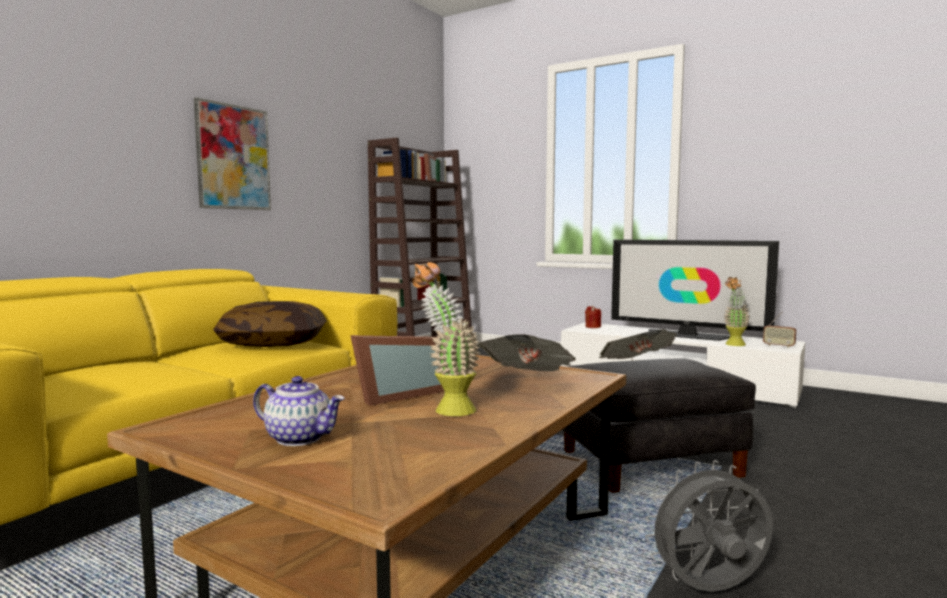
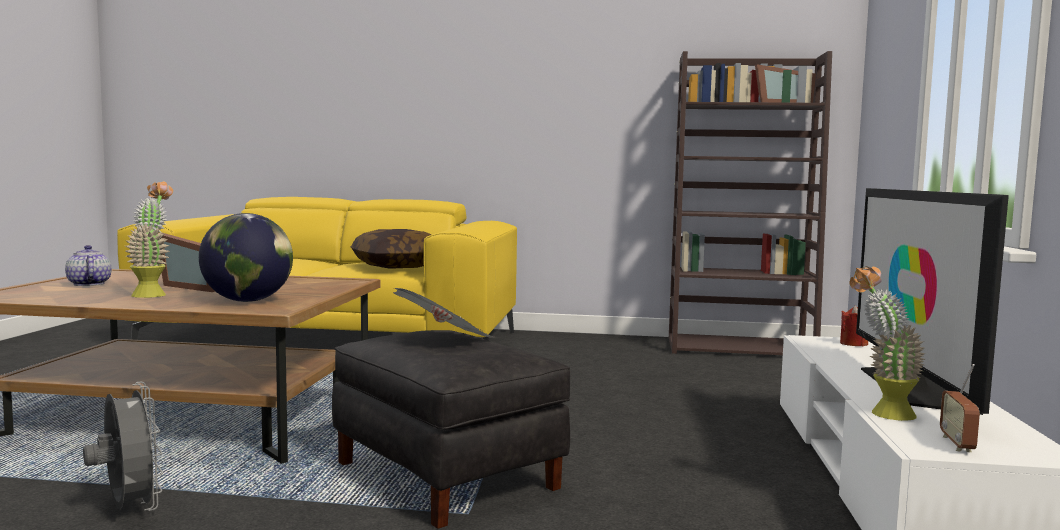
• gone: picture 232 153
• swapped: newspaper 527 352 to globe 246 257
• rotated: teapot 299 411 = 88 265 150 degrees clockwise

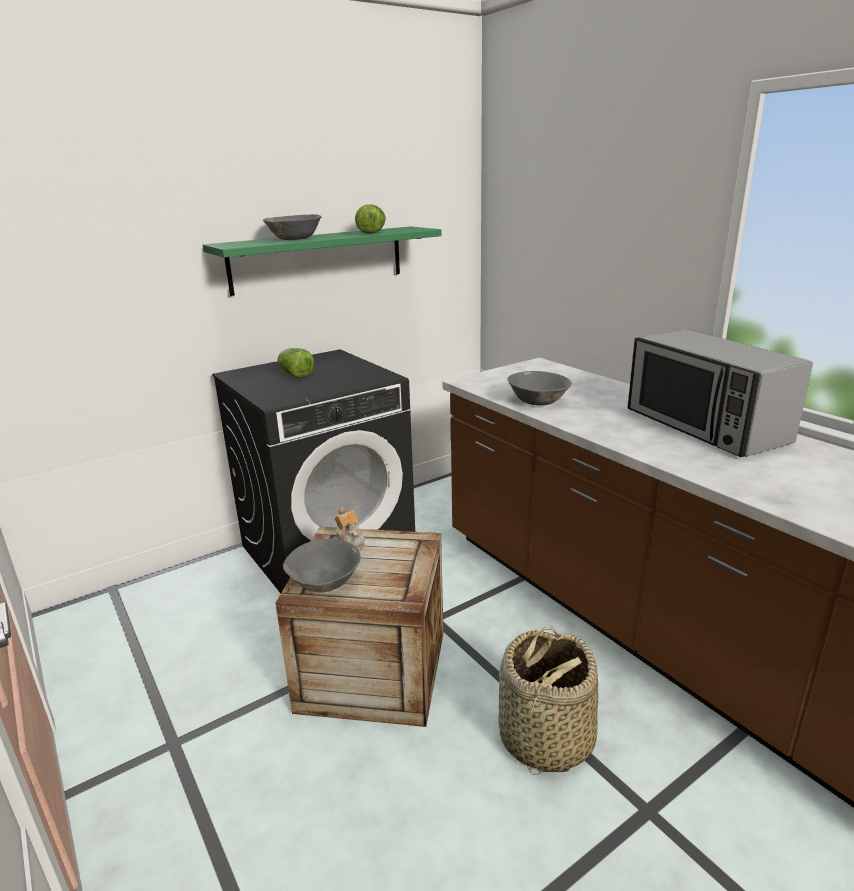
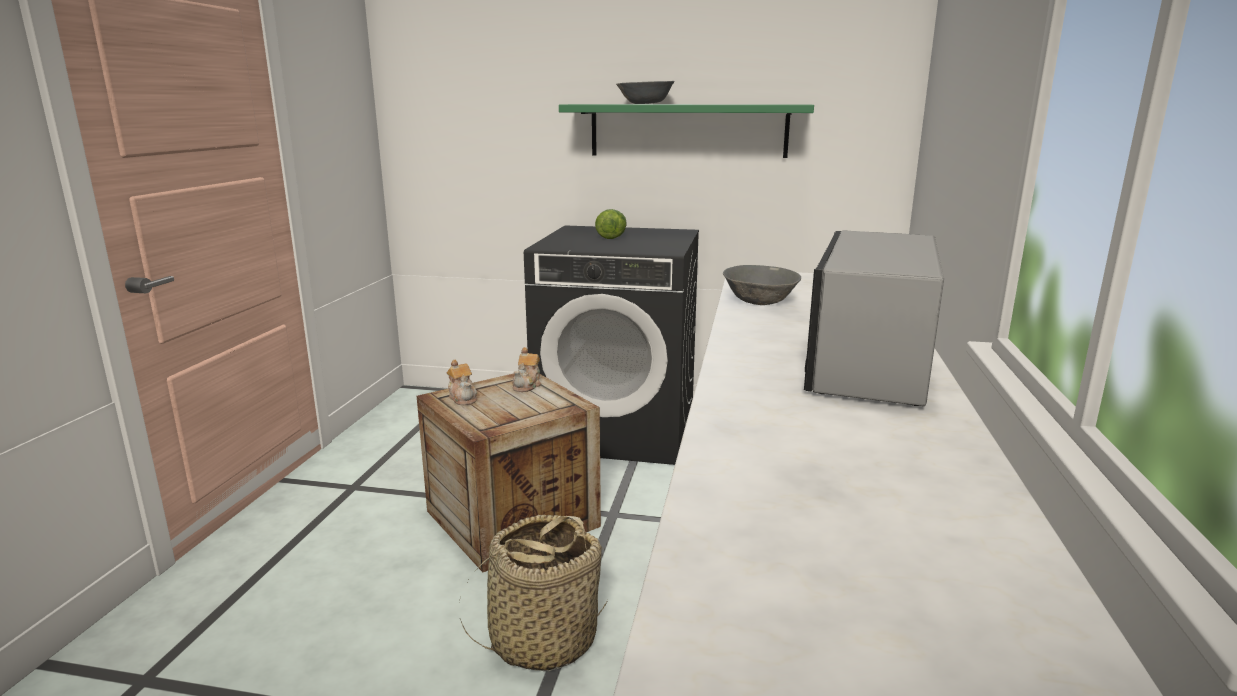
• gone: lettuce 370 219
• swapped: grey bowl 322 565 to teapot 462 382

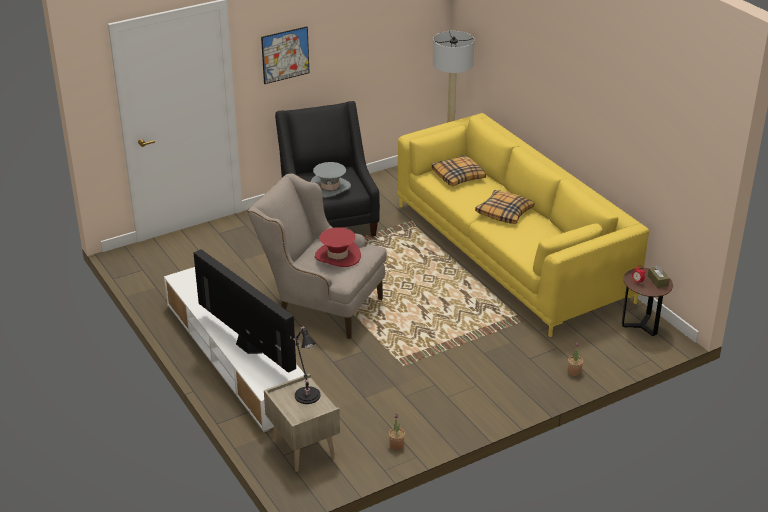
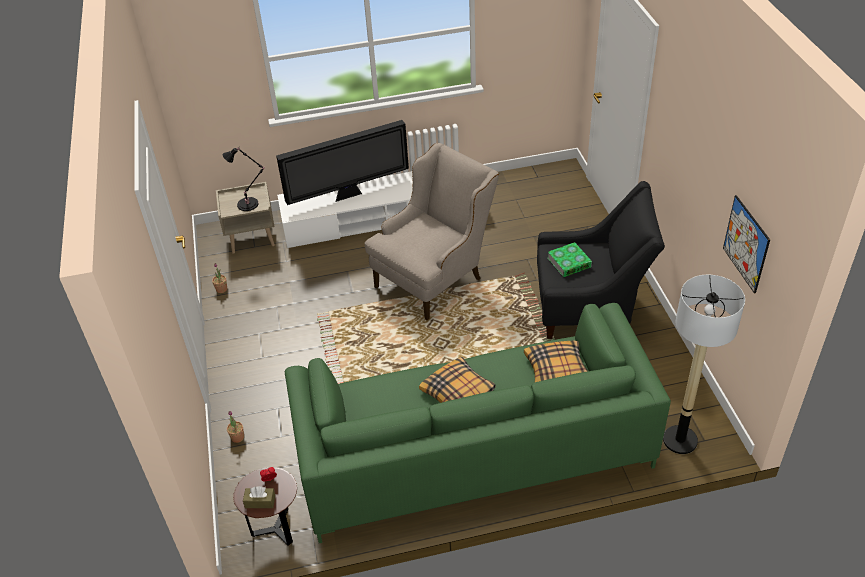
• gone: red hat 338 247
• shifted: picture 285 55 to 746 244
• swapped: grey hat 330 180 to book 570 259
• repainted: yellow sofa 523 225 to green sofa 478 423

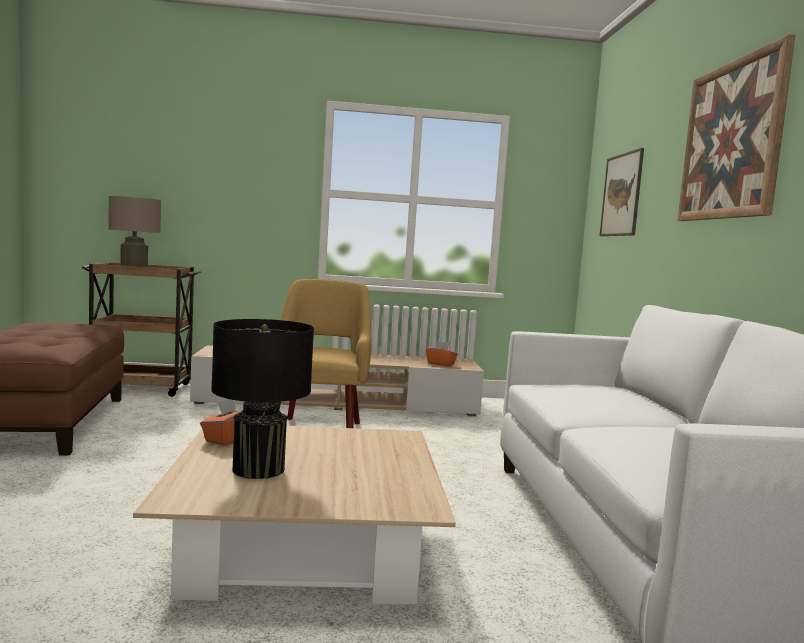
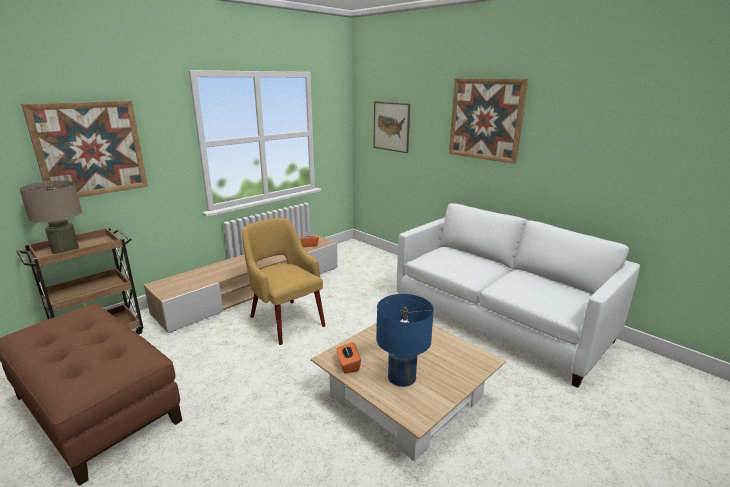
• new: picture 84 149
• repainted: black table lamp 262 399 to blue table lamp 405 340

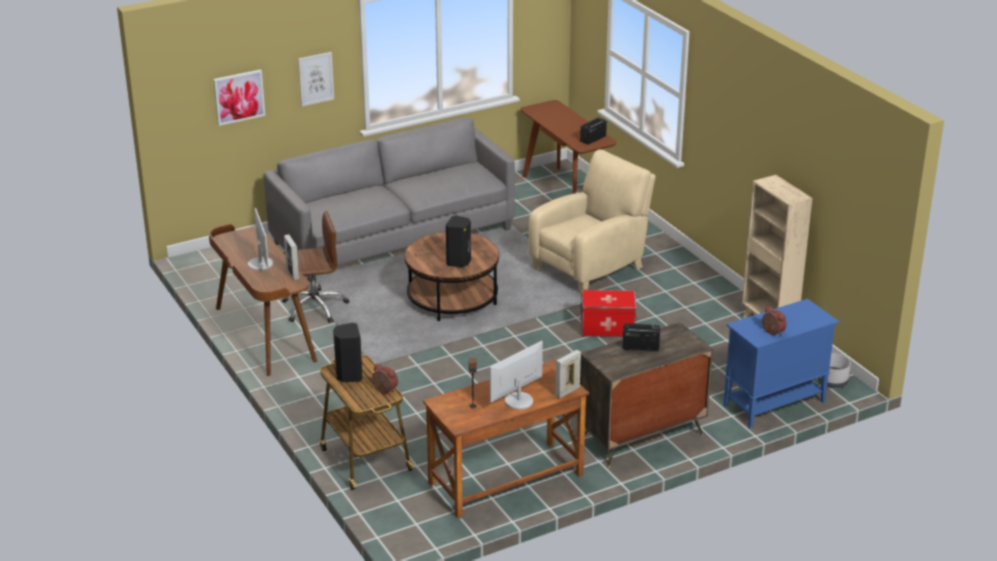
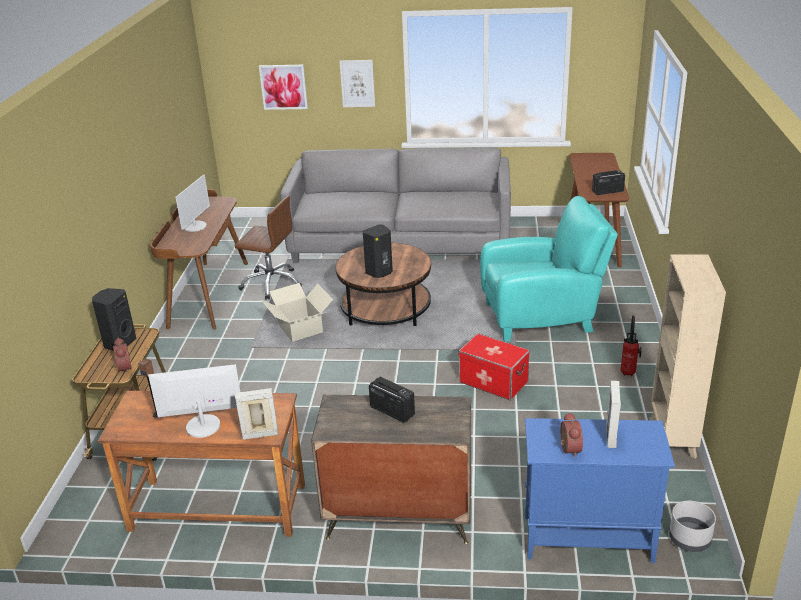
• new: cardboard box 297 312
• new: fire extinguisher 630 345
• shifted: picture frame 291 257 to 613 414
• repainted: beige armchair 592 221 to turquoise armchair 549 269

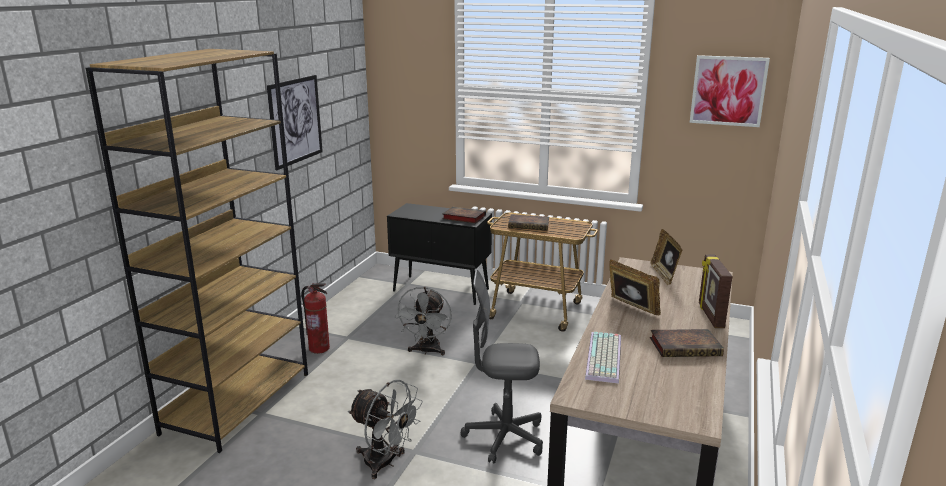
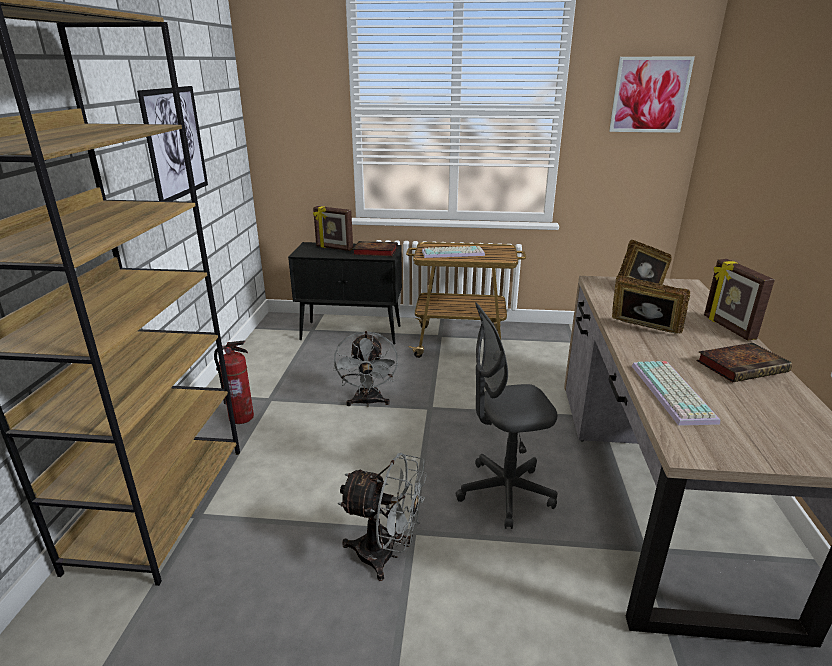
• new: picture frame 333 228
• swapped: book 528 222 to keyboard 453 252

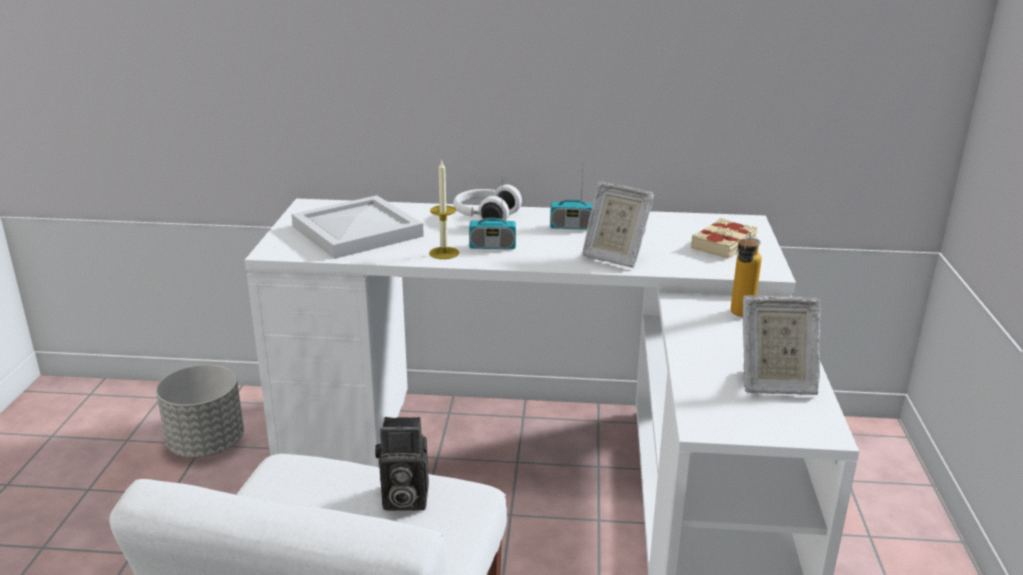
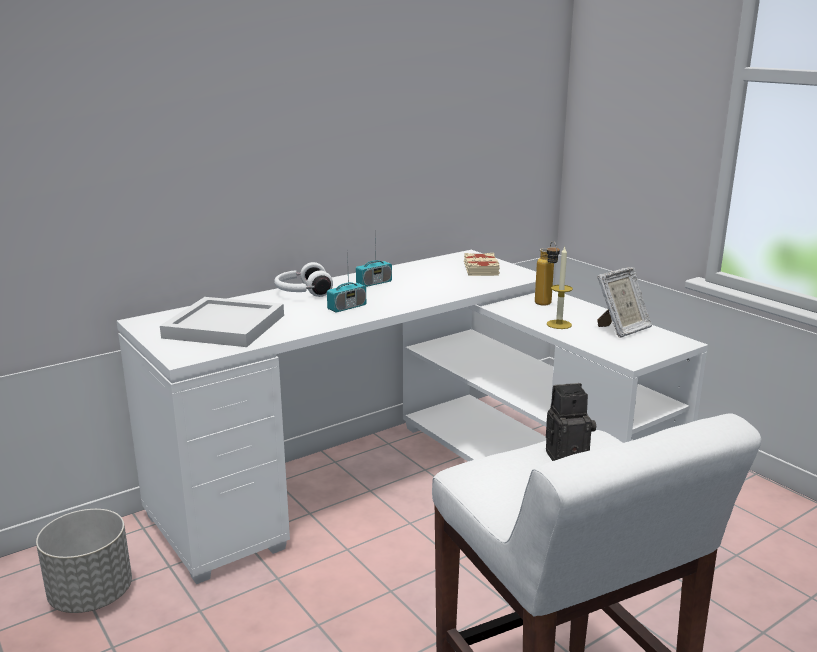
• gone: picture frame 618 224
• shifted: candle 444 210 to 560 288
• rotated: photo camera 402 464 = 571 422 150 degrees counterclockwise

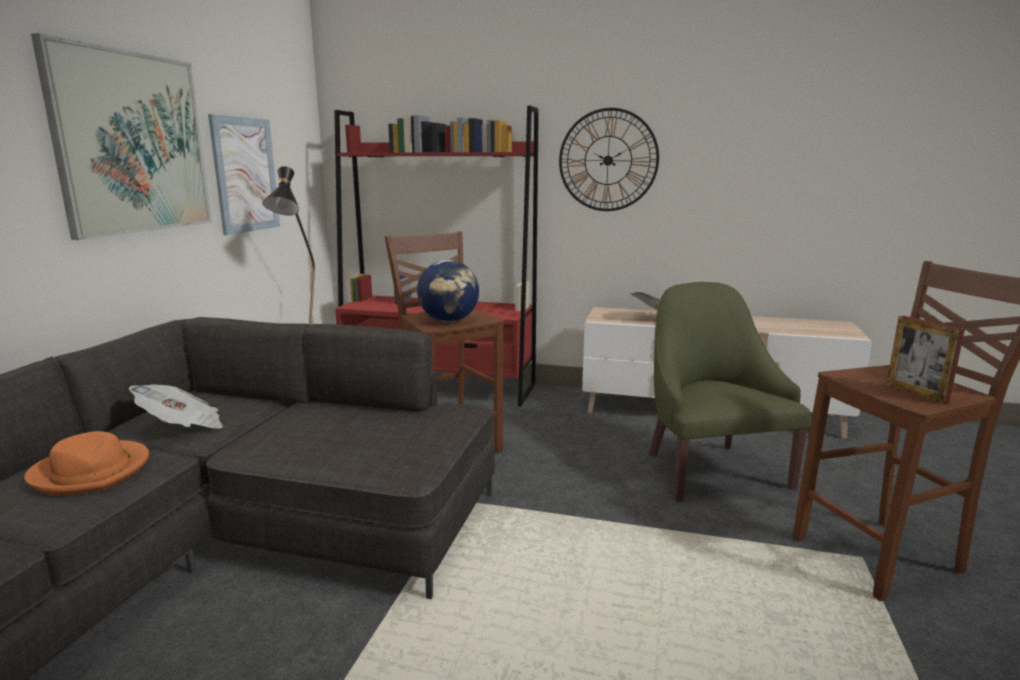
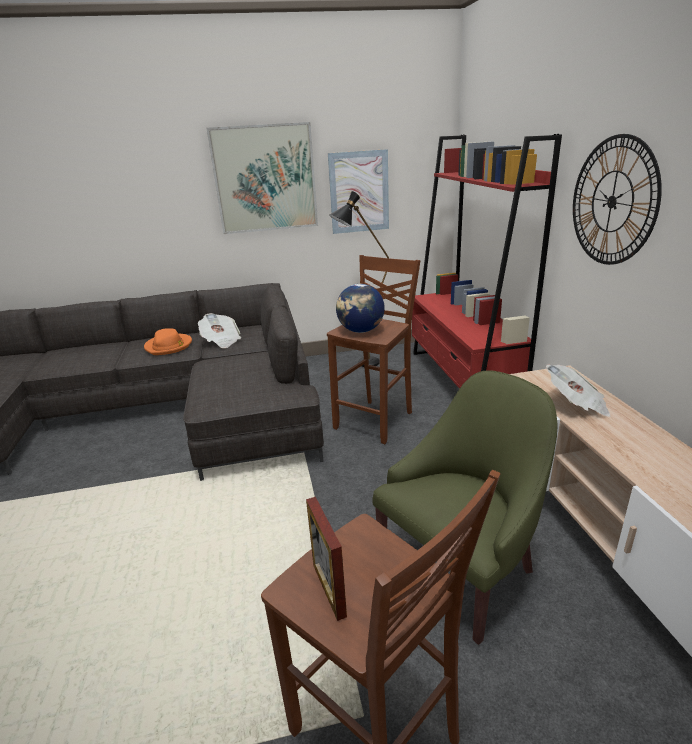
• rotated: picture frame 925 360 = 326 559 60 degrees counterclockwise

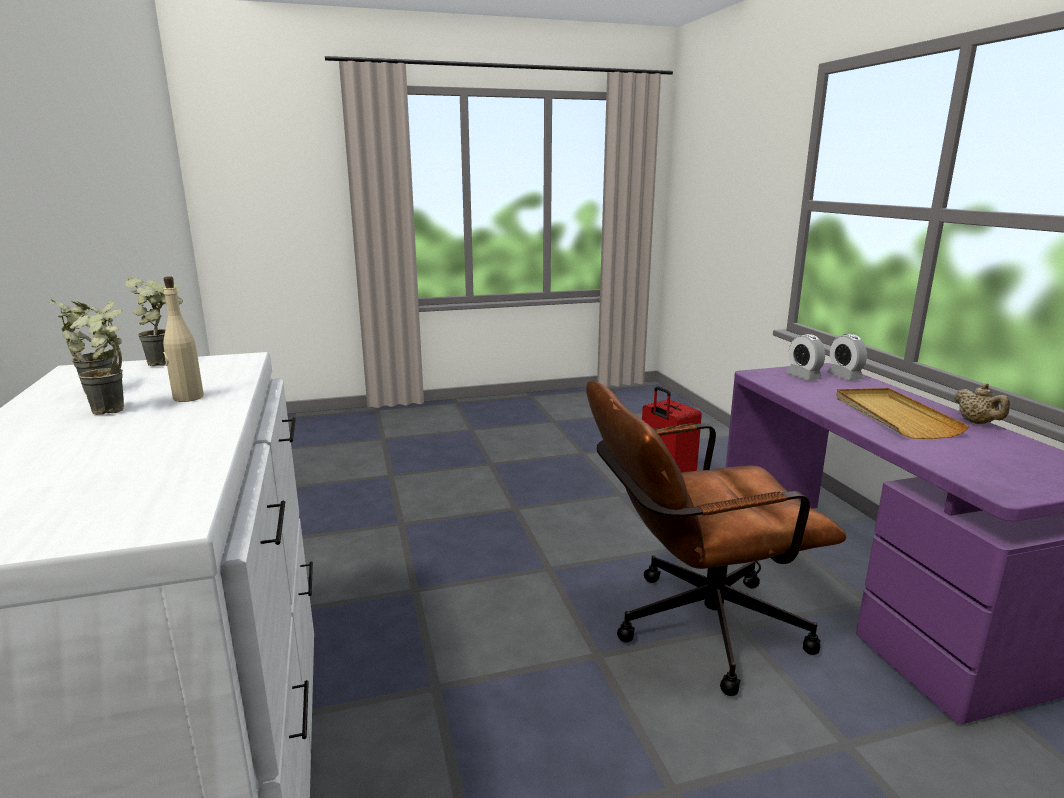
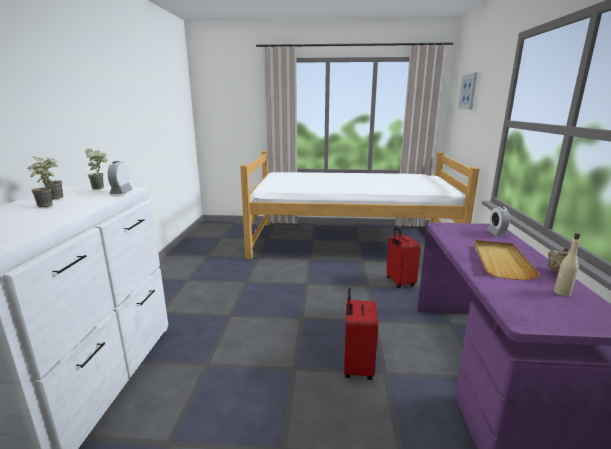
• new: bed 360 205
• new: picture 467 91
• shifted: beige bottle 183 339 to 567 264
• shifted: alarm clock 805 357 to 120 177
• swapped: brown office chair 716 538 to red suitcase 361 334

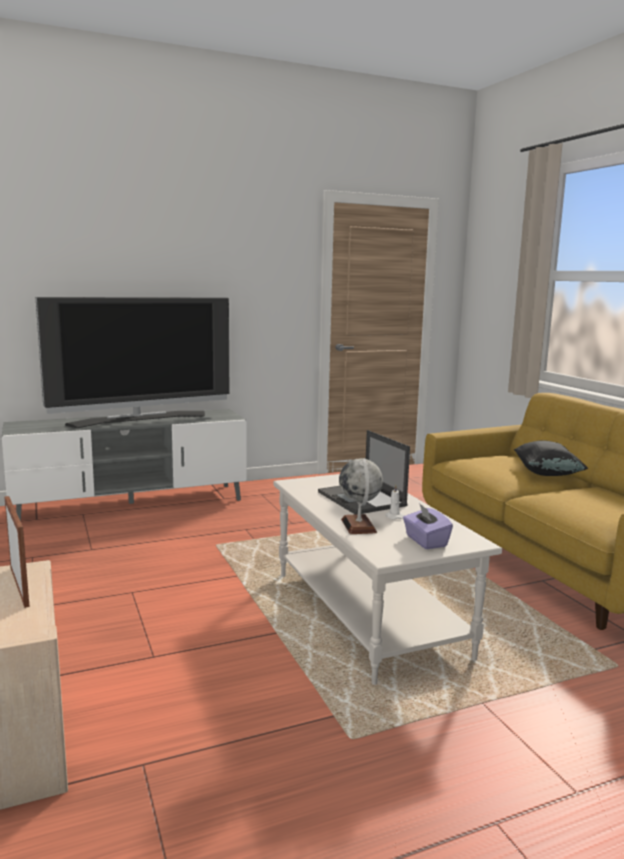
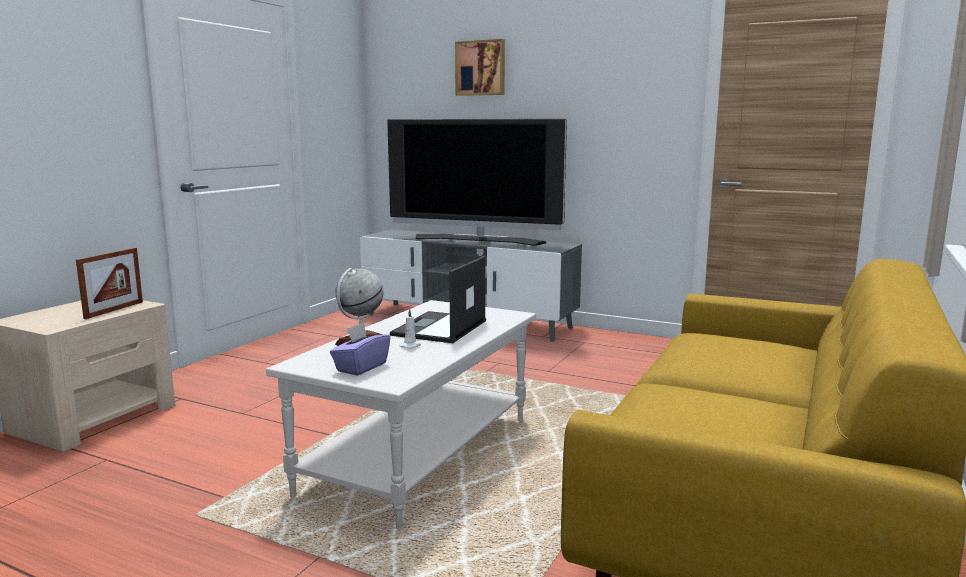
• gone: black pillow 551 458
• new: picture 480 67

